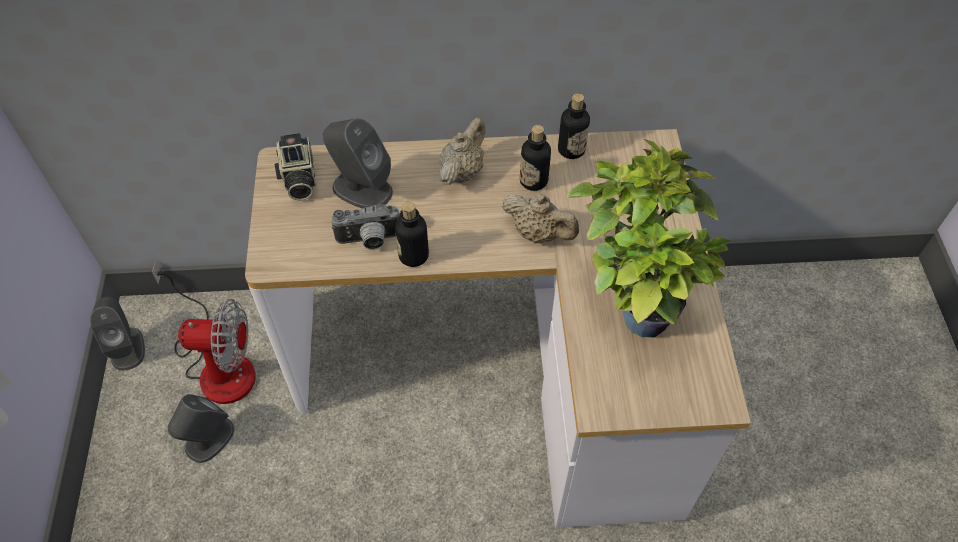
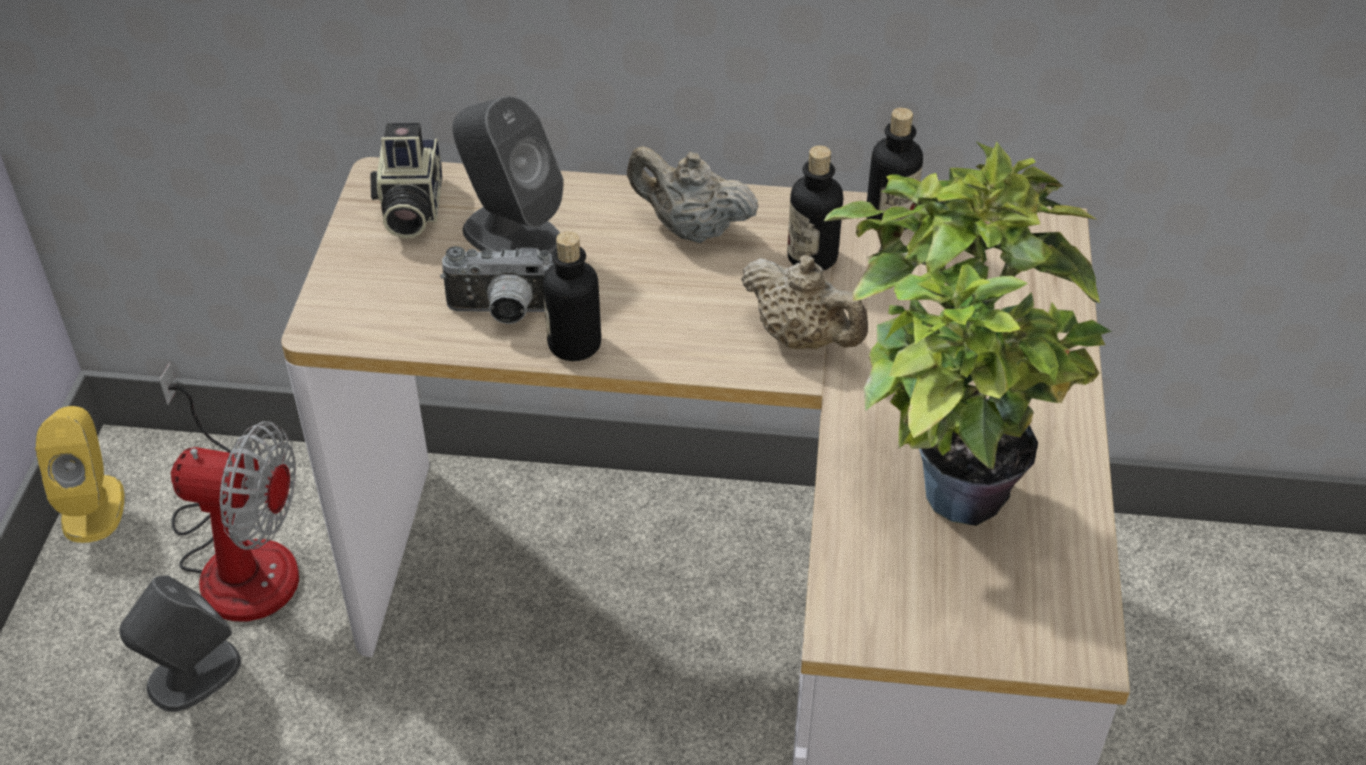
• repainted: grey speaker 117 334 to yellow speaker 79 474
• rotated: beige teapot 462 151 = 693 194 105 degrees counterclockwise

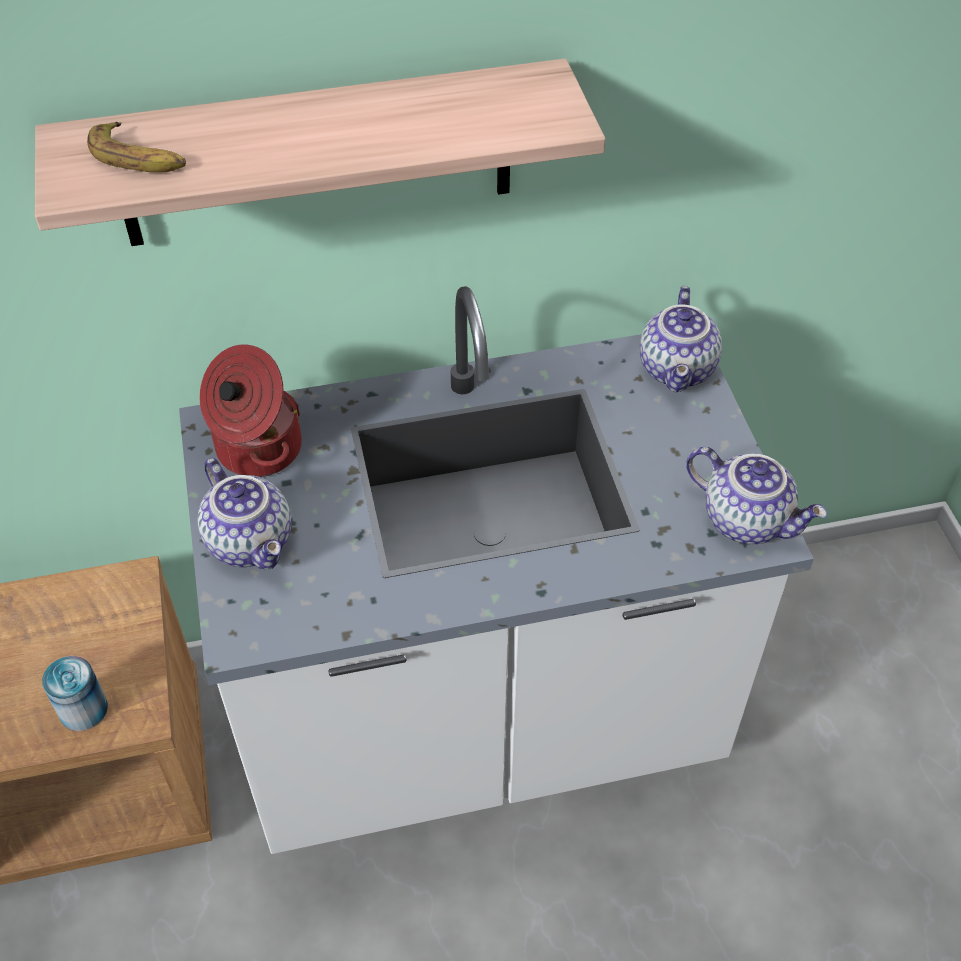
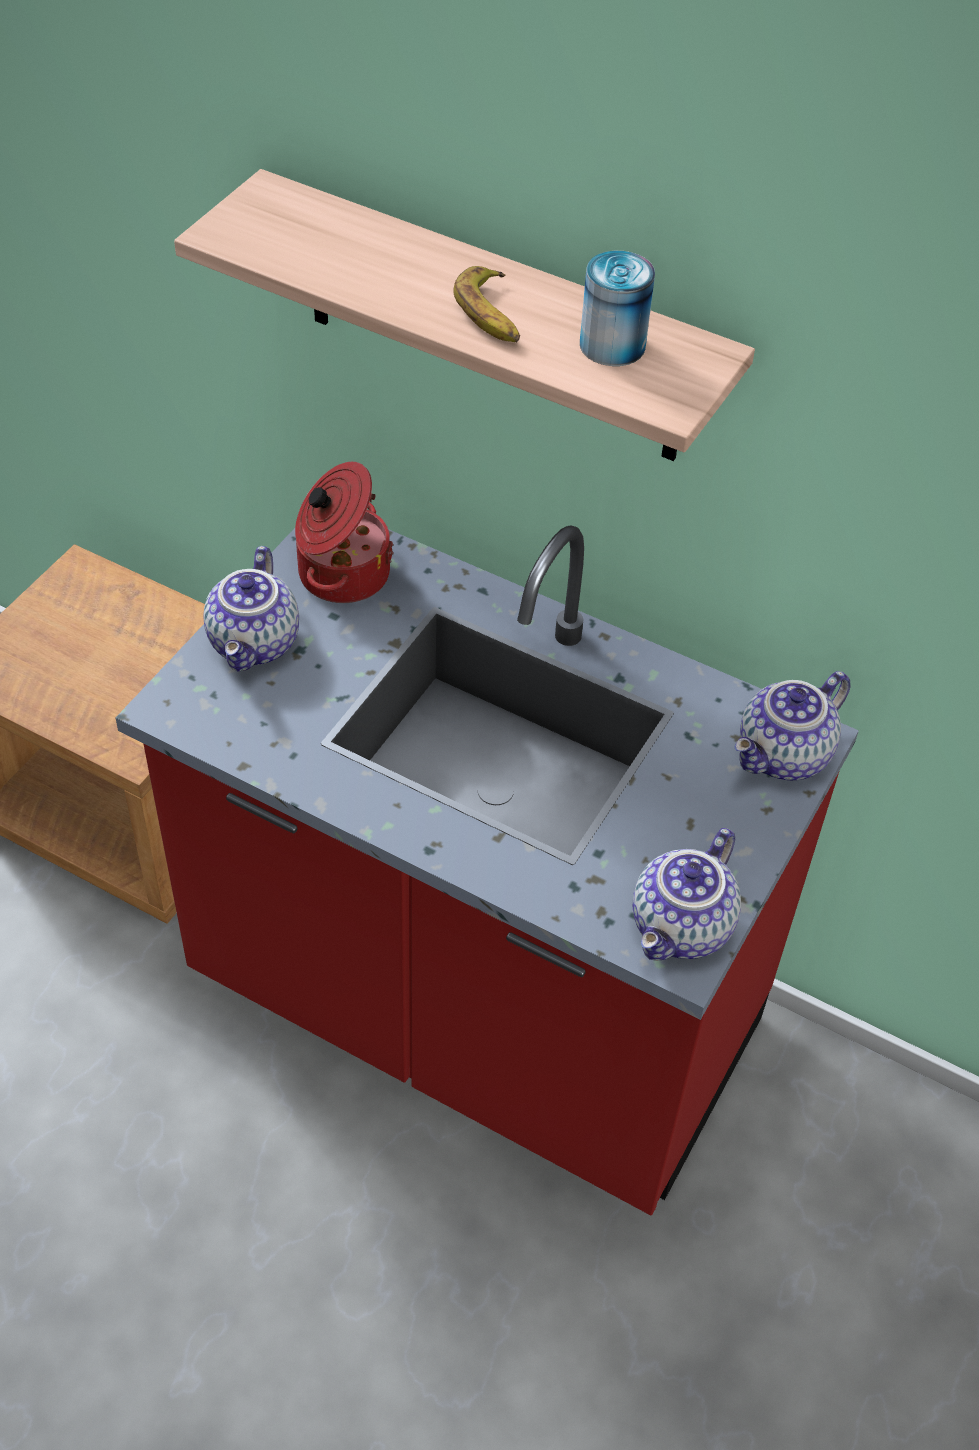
• shifted: can 75 693 to 617 308
• shifted: banana 136 147 to 487 304
• repainted: white counter 496 570 to red counter 487 870
• rotated: teapot 756 495 = 687 894 45 degrees clockwise

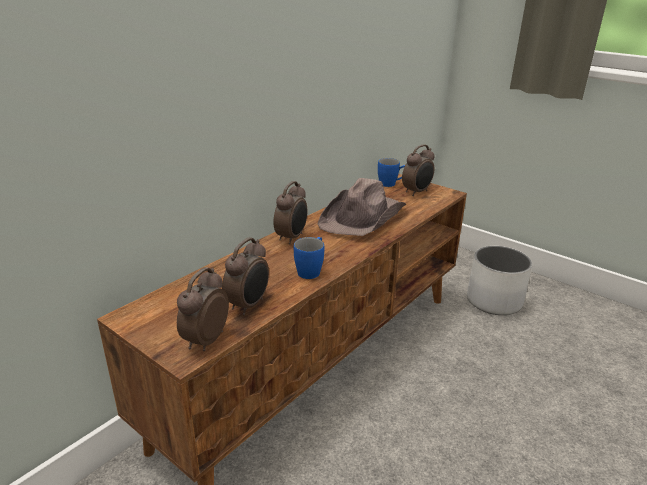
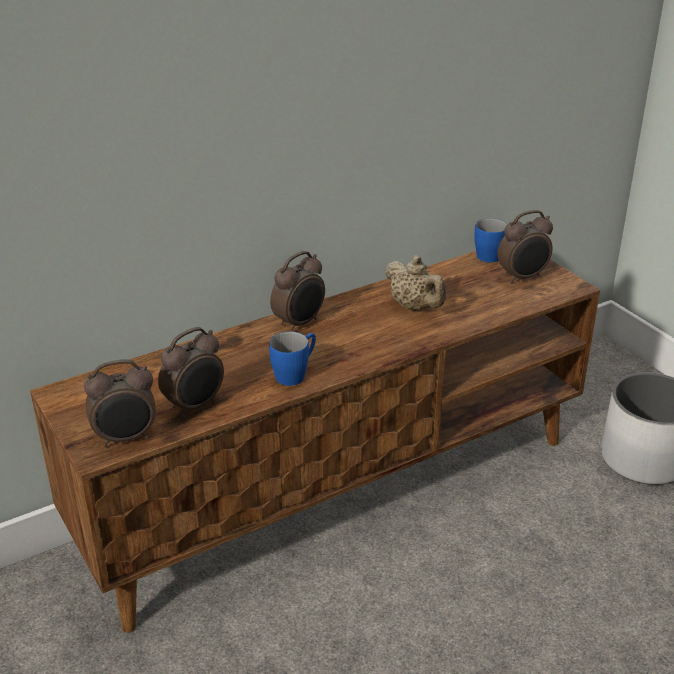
• swapped: brown hat 362 207 to beige teapot 415 283
• rotated: alarm clock 203 309 = 120 403 150 degrees counterclockwise

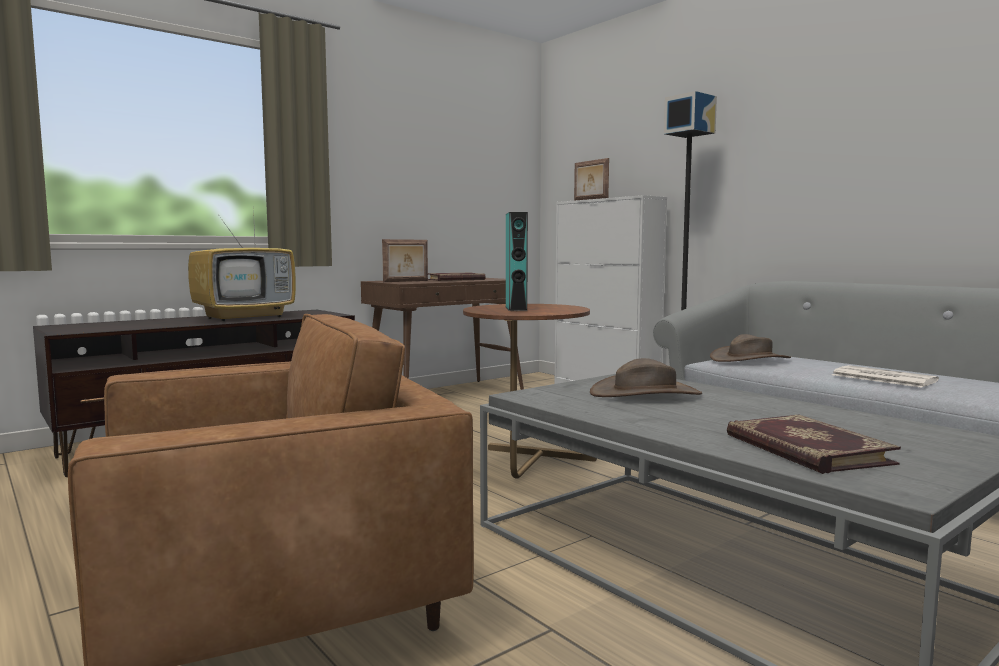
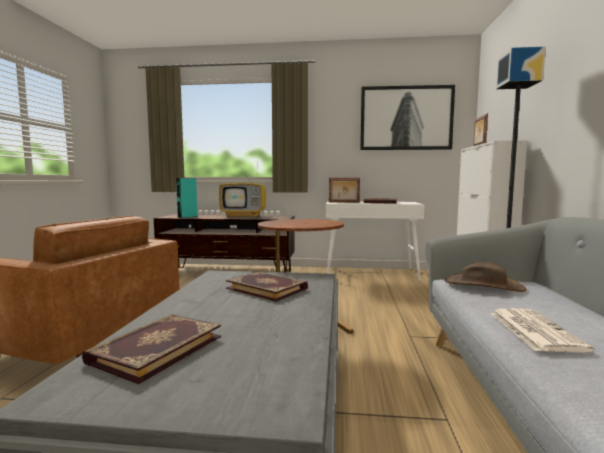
• new: picture 407 117
• shifted: turquoise speaker 517 261 to 187 198
• swapped: brown hat 646 377 to book 267 286
• repainted: brown console table 442 334 to white console table 375 241

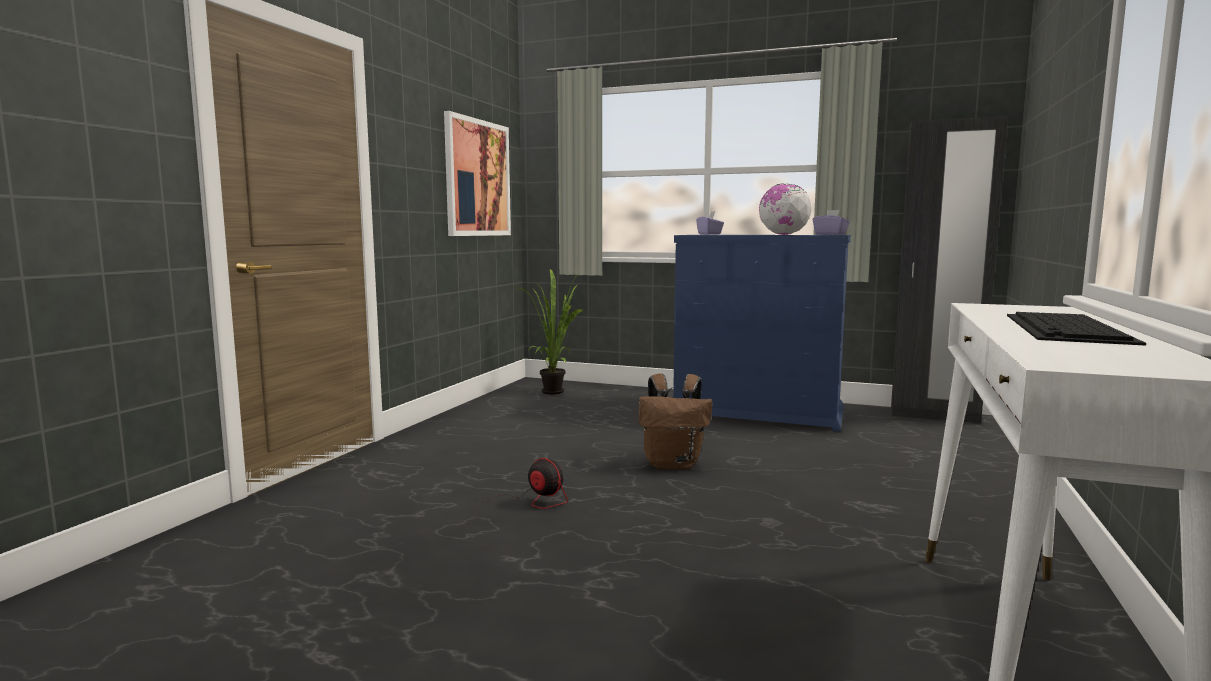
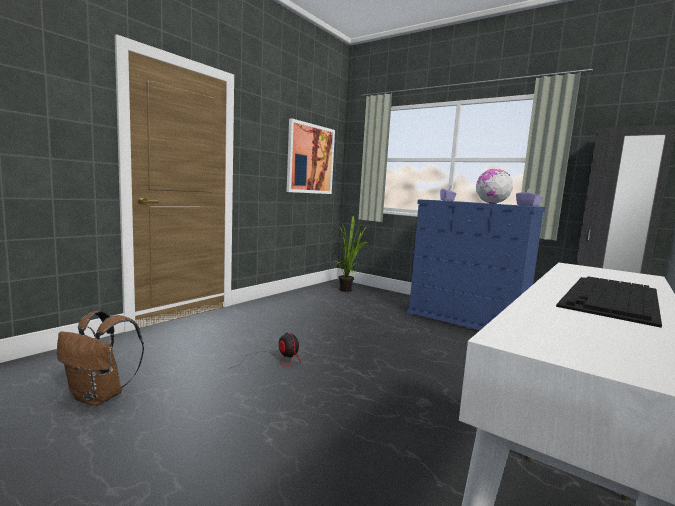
• shifted: brown backpack 676 421 to 100 358

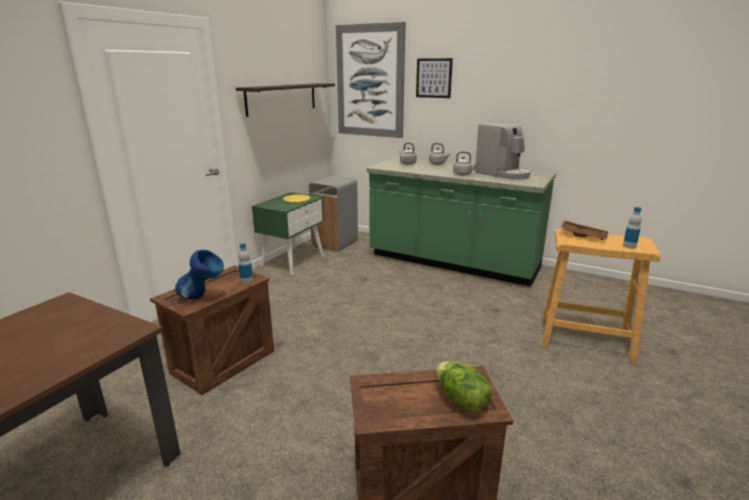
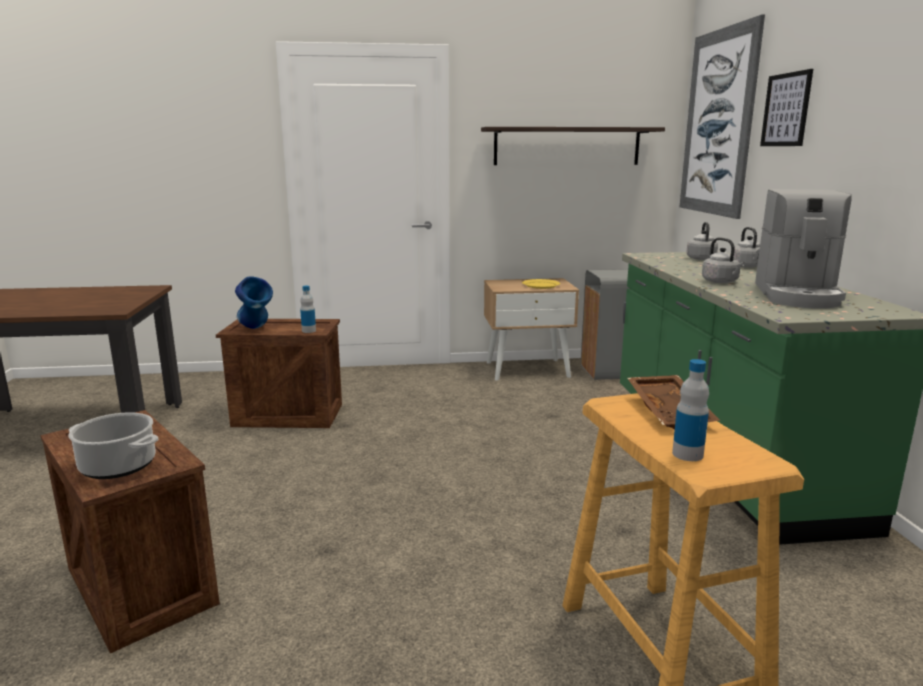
• swapped: lettuce 464 387 to cooking pot 113 445
• repainted: green nightstand 288 233 to beige nightstand 531 329

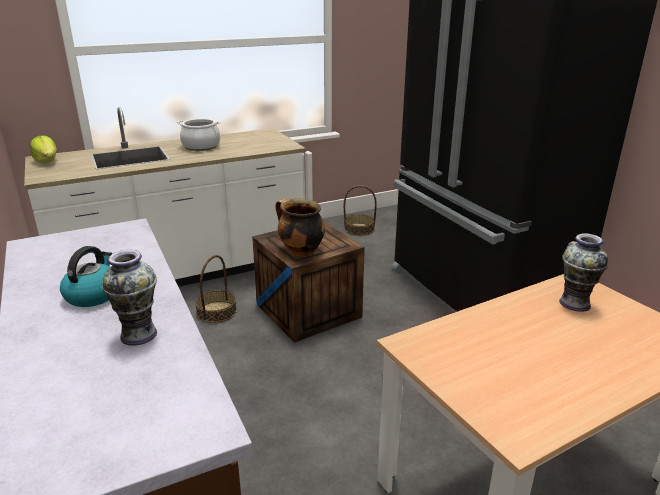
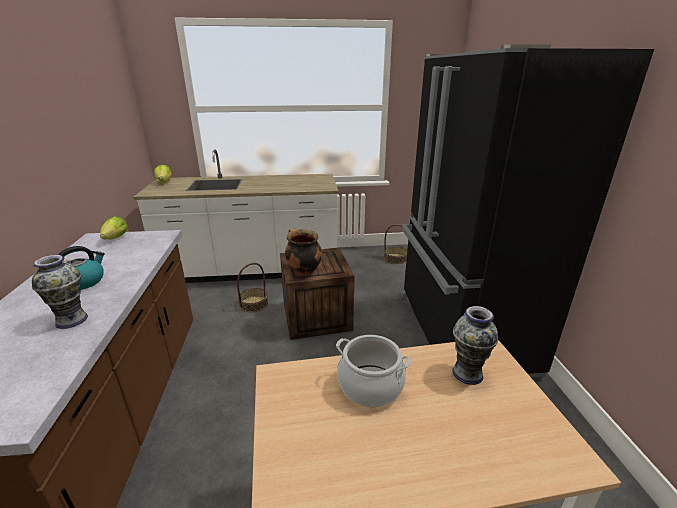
• new: lettuce 114 228
• shifted: cooking pot 198 135 to 373 371

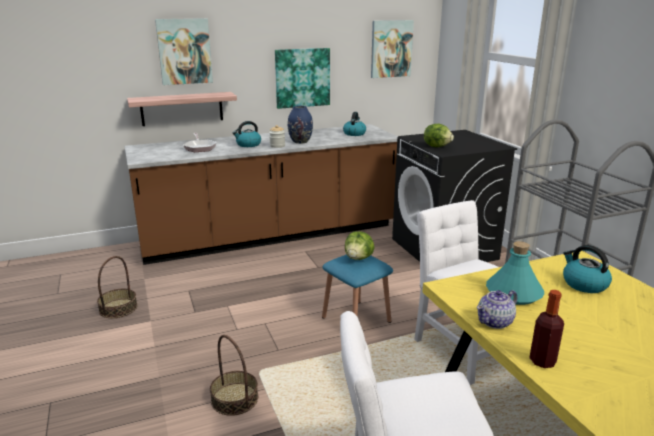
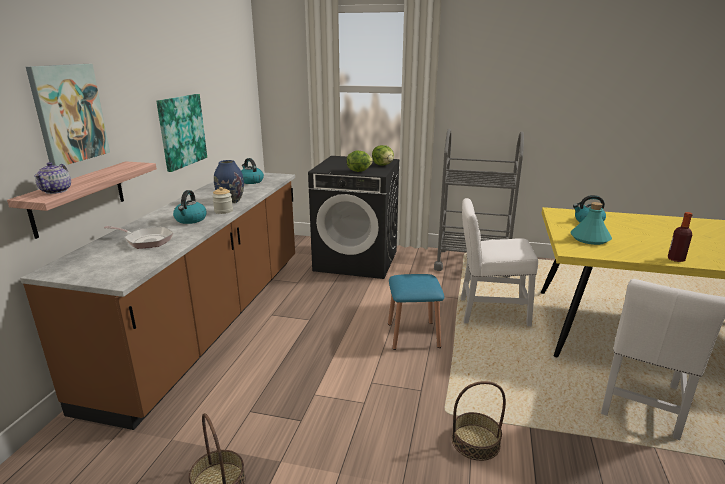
• gone: picture 392 49
• shifted: lettuce 359 245 to 383 155
• shifted: teapot 497 309 to 52 178

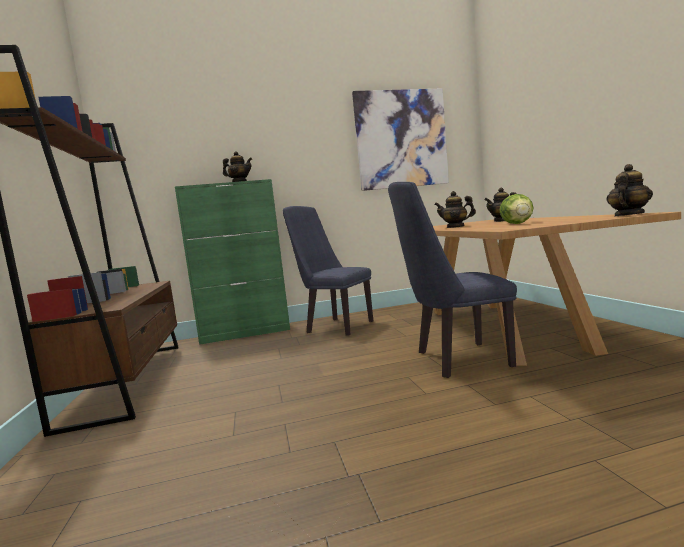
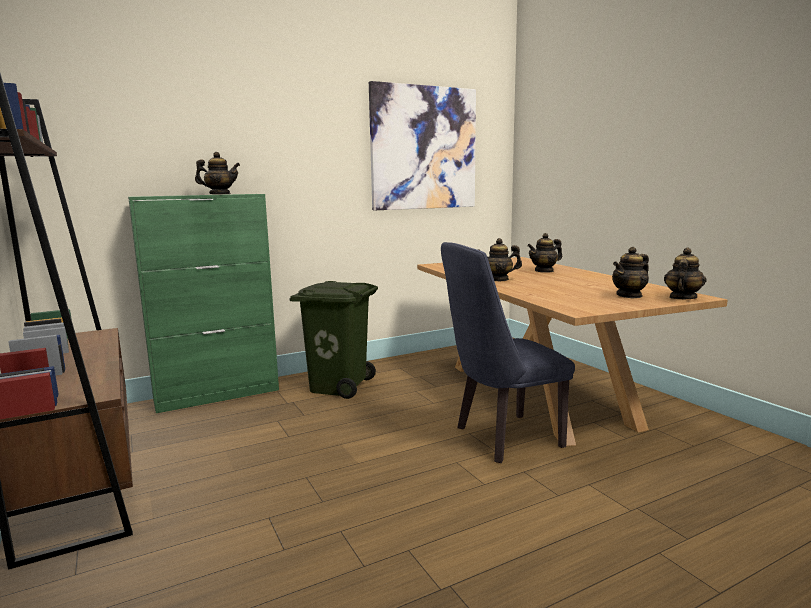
• gone: lettuce 516 209
• new: teapot 630 272
• swapped: blue chair 328 271 to green trash can 334 340

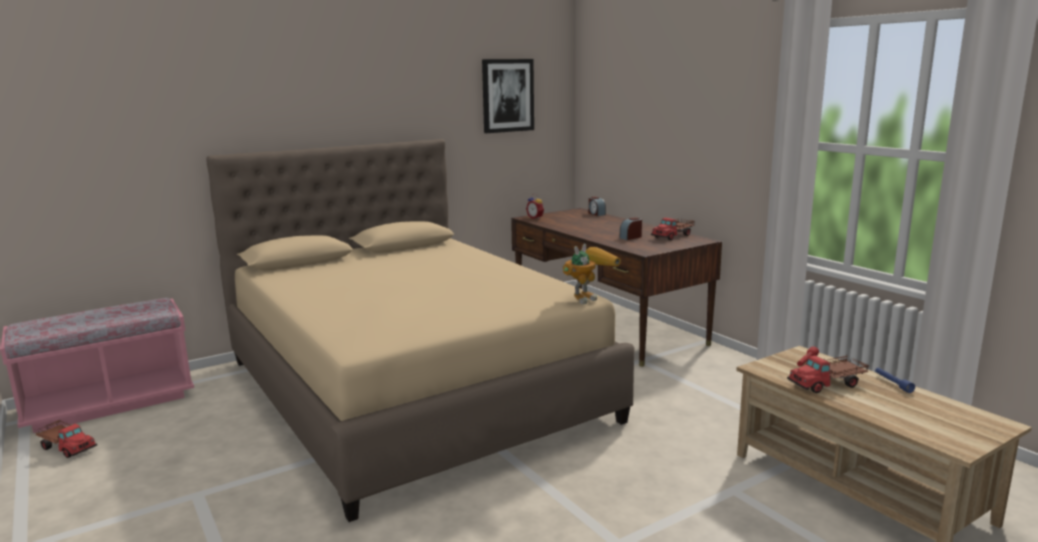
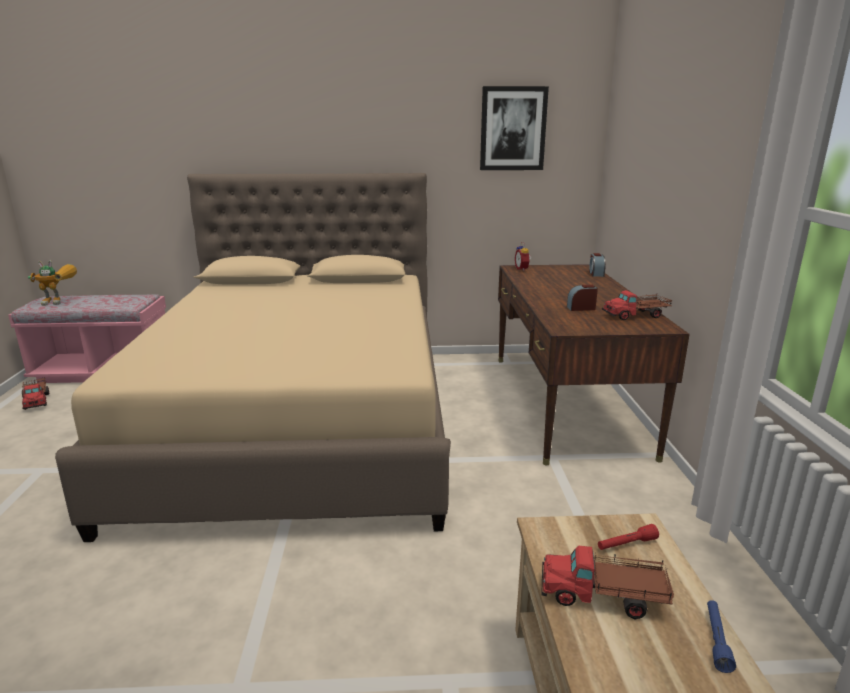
• shifted: toy robot 591 274 to 52 283

